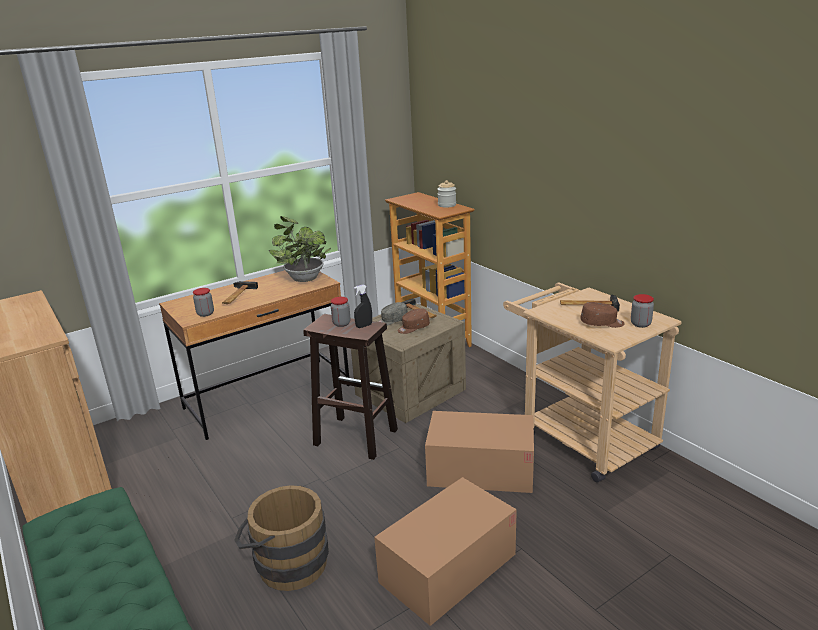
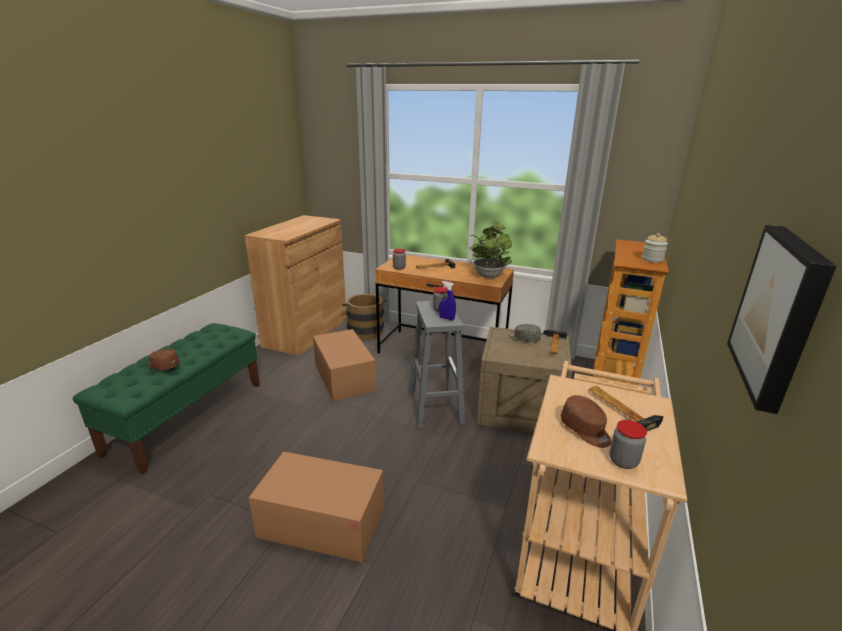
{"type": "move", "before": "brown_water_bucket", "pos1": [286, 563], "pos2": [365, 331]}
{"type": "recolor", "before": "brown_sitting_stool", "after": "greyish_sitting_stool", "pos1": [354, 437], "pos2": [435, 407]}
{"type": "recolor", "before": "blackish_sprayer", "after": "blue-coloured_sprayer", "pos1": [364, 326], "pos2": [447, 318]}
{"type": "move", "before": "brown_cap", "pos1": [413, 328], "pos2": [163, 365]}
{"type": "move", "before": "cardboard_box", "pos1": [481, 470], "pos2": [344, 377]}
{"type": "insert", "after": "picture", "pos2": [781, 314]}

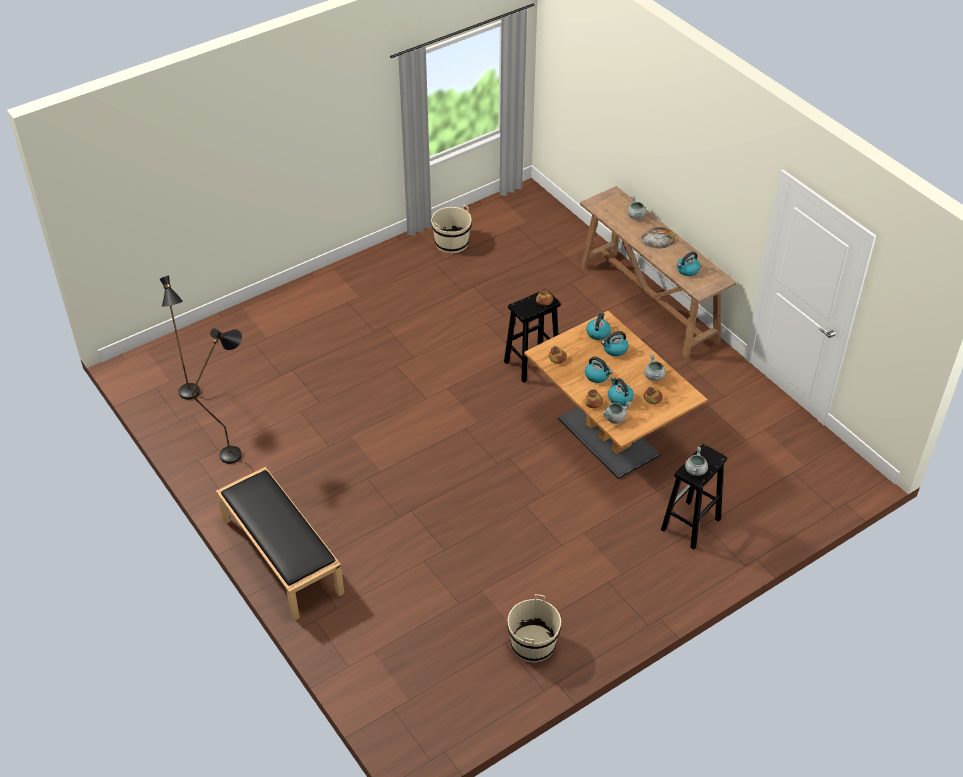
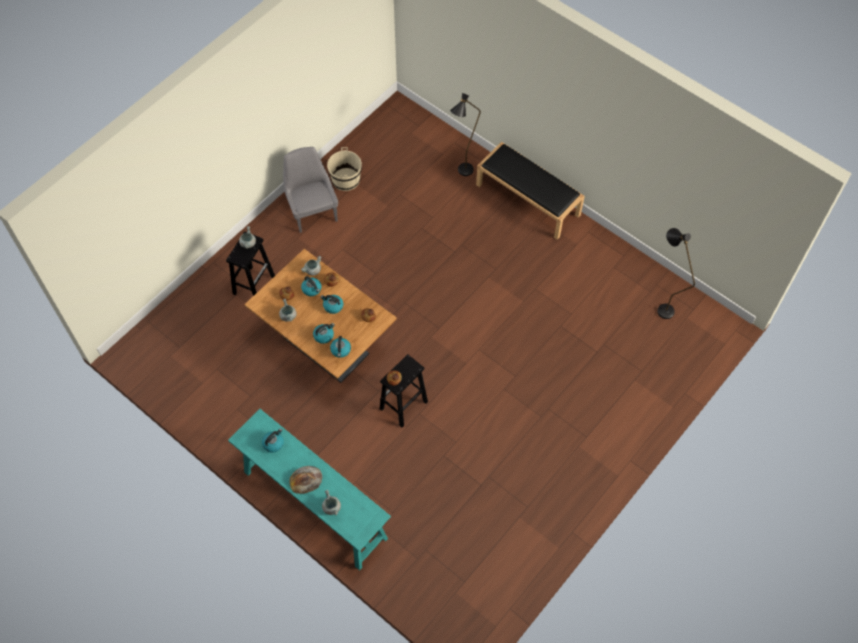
{"type": "move", "before": "blackish_floor_lamp", "pos1": [237, 451], "pos2": [462, 174]}
{"type": "delete", "before": "beige-coloured_water_bucket", "pos1": [452, 243]}
{"type": "recolor", "before": "brown_narrow_table", "after": "turquoise_narrow_table", "pos1": [649, 303], "pos2": [314, 504]}
{"type": "insert", "after": "greyish_upright_chair", "pos2": [313, 212]}

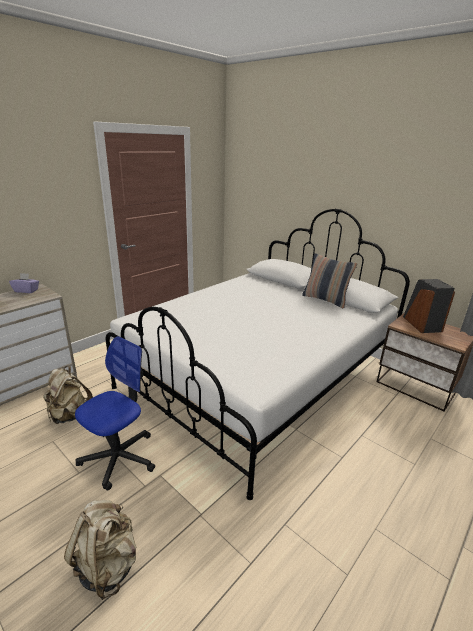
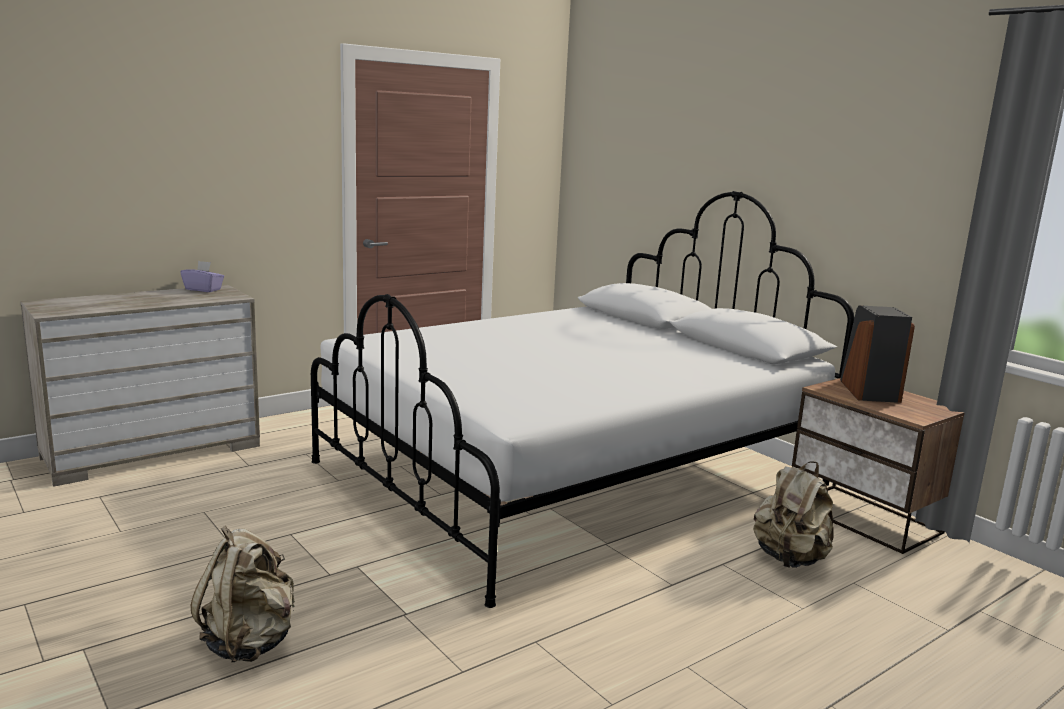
{"type": "move", "before": "beige-coloured_knapsack", "pos1": [69, 415], "pos2": [790, 559]}
{"type": "delete", "before": "desk_chair", "pos1": [119, 457]}
{"type": "delete", "before": "throw_pillow", "pos1": [325, 300]}

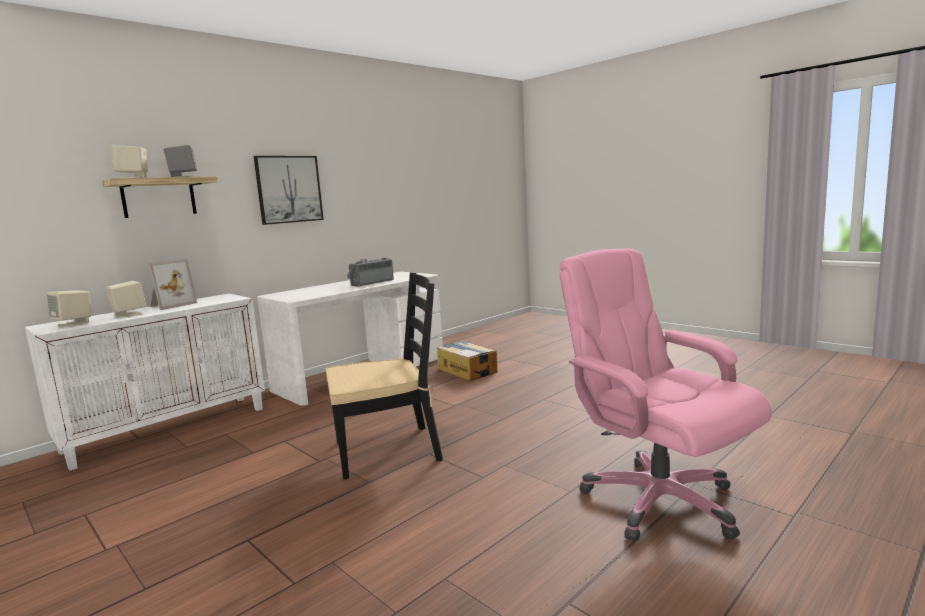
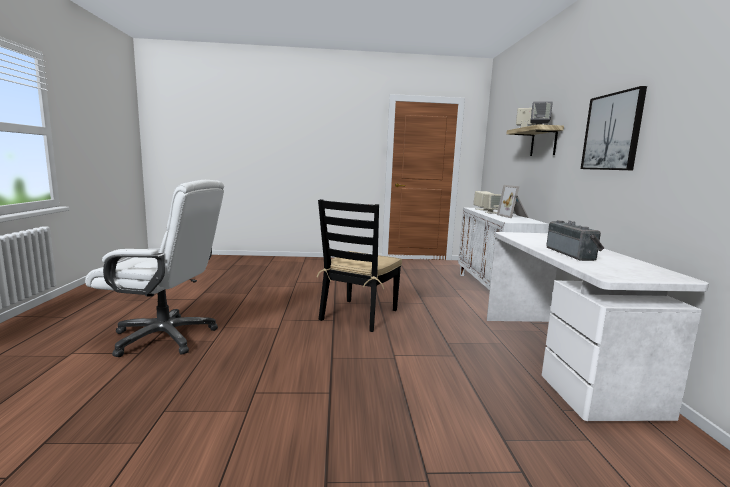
{"type": "delete", "before": "cardboard_box", "pos1": [467, 370]}
{"type": "recolor", "before": "pink-coloured_desk_chair", "after": "white-coloured_desk_chair", "pos1": [658, 500], "pos2": [165, 337]}

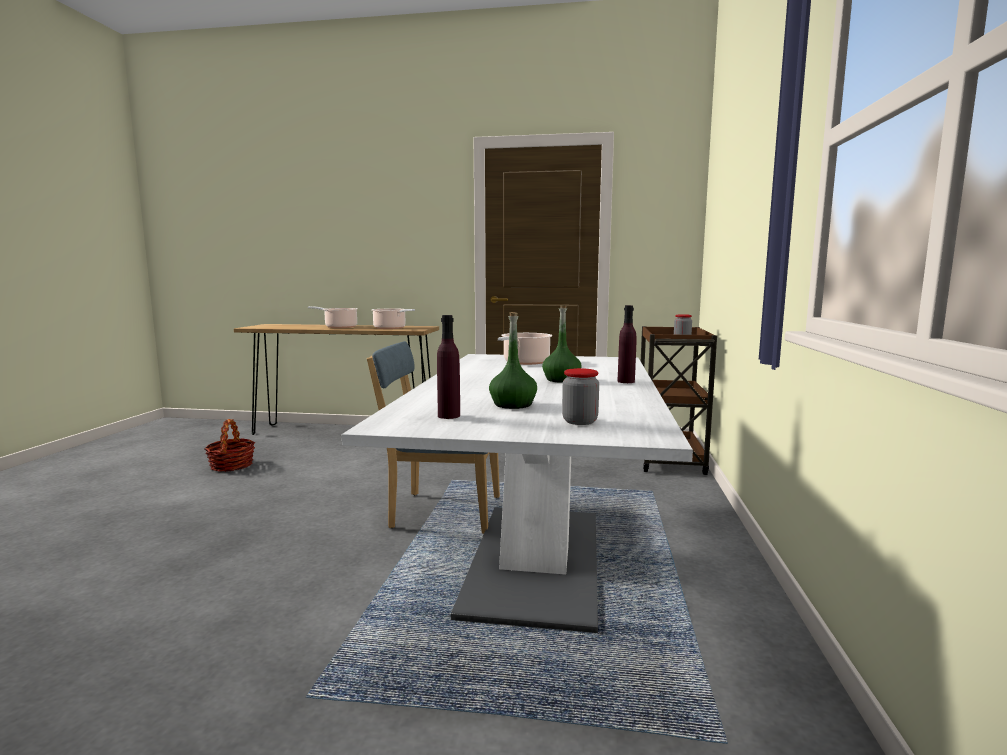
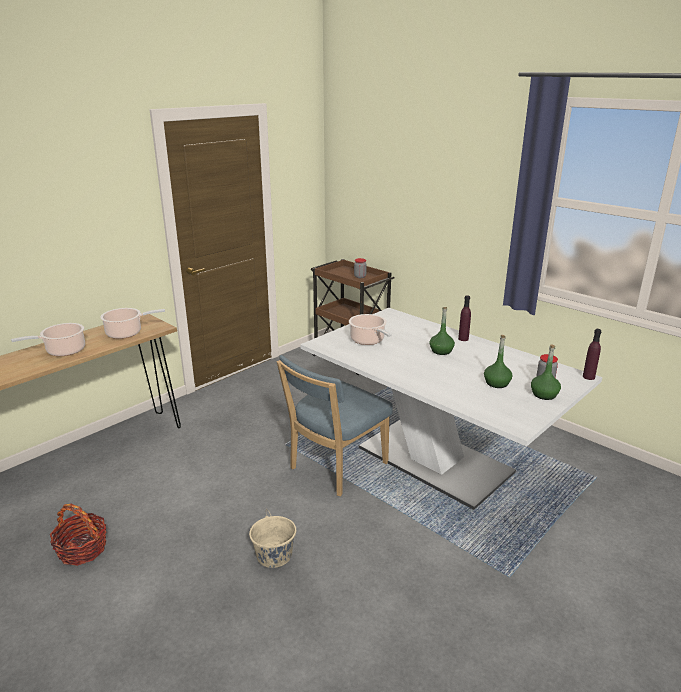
{"type": "move", "before": "purple-coloured_beverage_bottle", "pos1": [449, 416], "pos2": [588, 377]}
{"type": "insert", "after": "beige-coloured_water_bucket", "pos2": [274, 555]}
{"type": "insert", "after": "green-coloured_beverage_bottle", "pos2": [544, 394]}

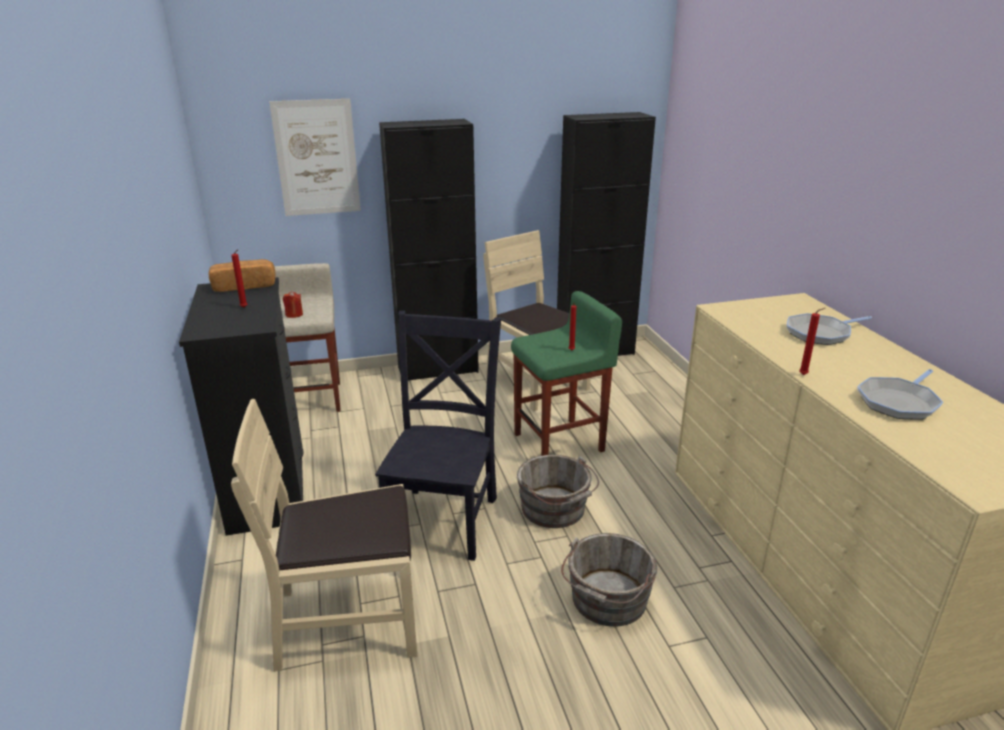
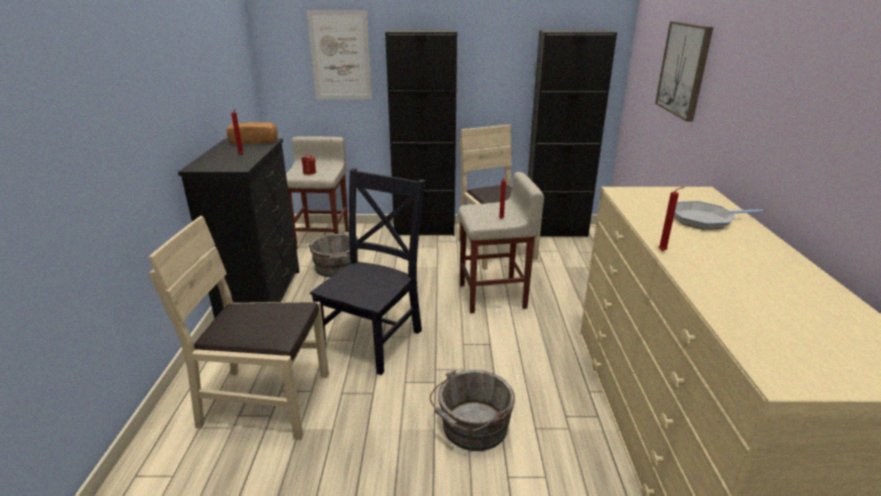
{"type": "recolor", "before": "green-coloured_sitting_stool", "after": "beige-coloured_sitting_stool", "pos1": [560, 442], "pos2": [493, 296]}
{"type": "move", "before": "greyish_water_bucket", "pos1": [555, 510], "pos2": [337, 268]}
{"type": "delete", "before": "pan", "pos1": [899, 402]}
{"type": "insert", "after": "picture", "pos2": [684, 69]}

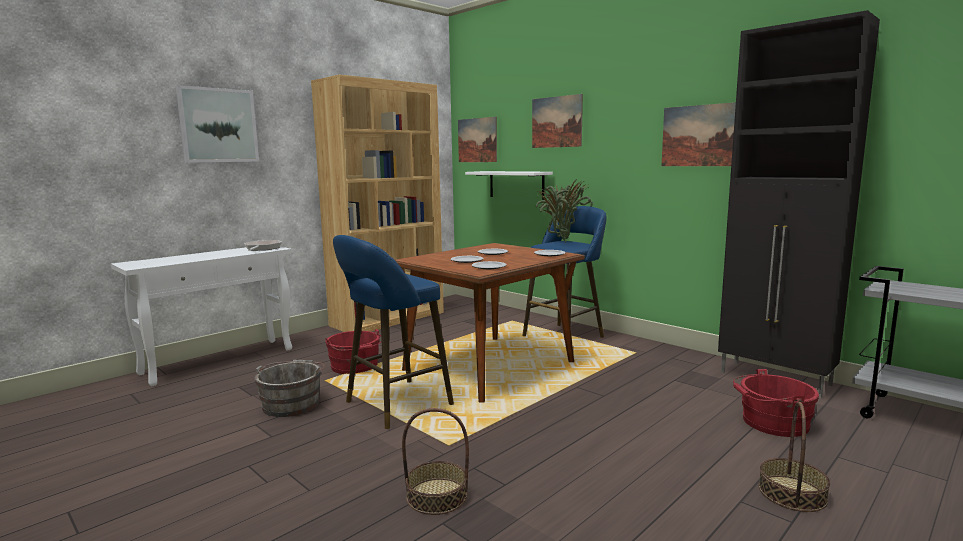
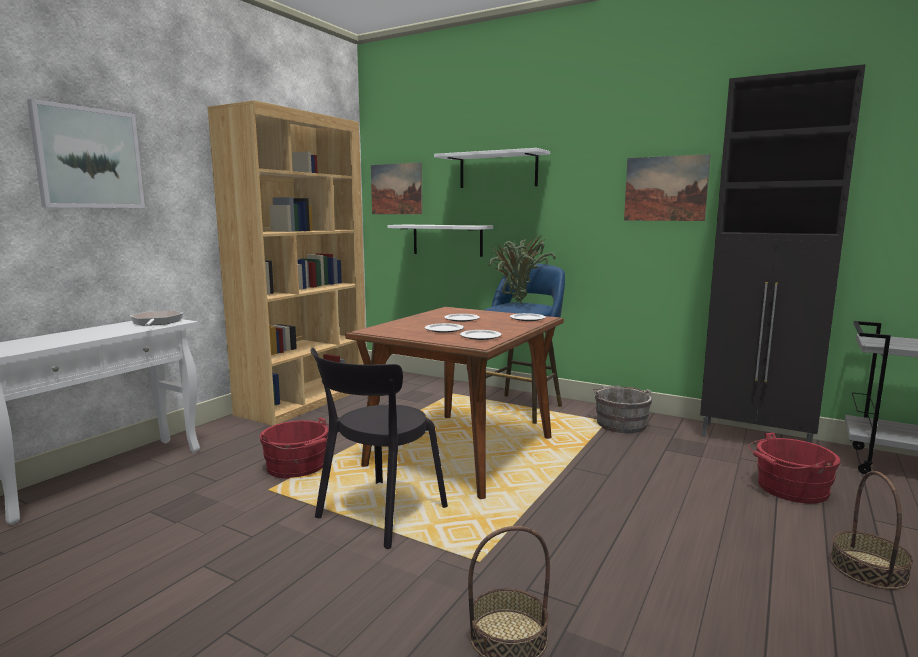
{"type": "move", "before": "greyish_water_bucket", "pos1": [292, 403], "pos2": [620, 423]}
{"type": "replace", "before": "blue-coloured_sitting_stool", "after": "blackish_upright_chair", "pos1": [393, 405], "pos2": [378, 514]}
{"type": "replace", "before": "picture", "after": "white-coloured_shelf", "pos1": [556, 122], "pos2": [498, 170]}

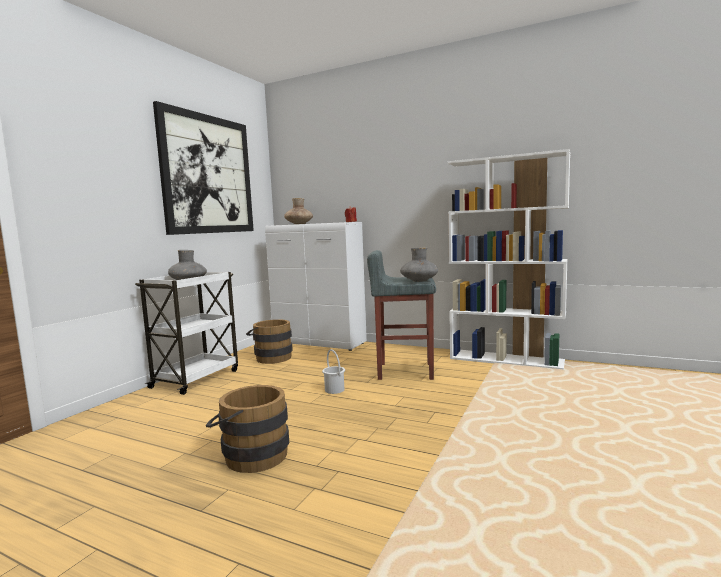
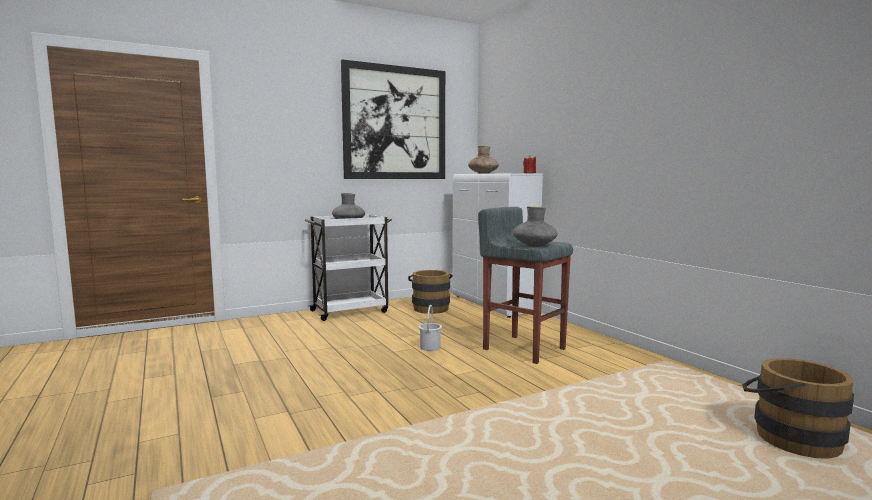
{"type": "move", "before": "brown_water_bucket", "pos1": [250, 456], "pos2": [788, 438]}
{"type": "delete", "before": "white-coloured_shelving_unit", "pos1": [506, 359]}

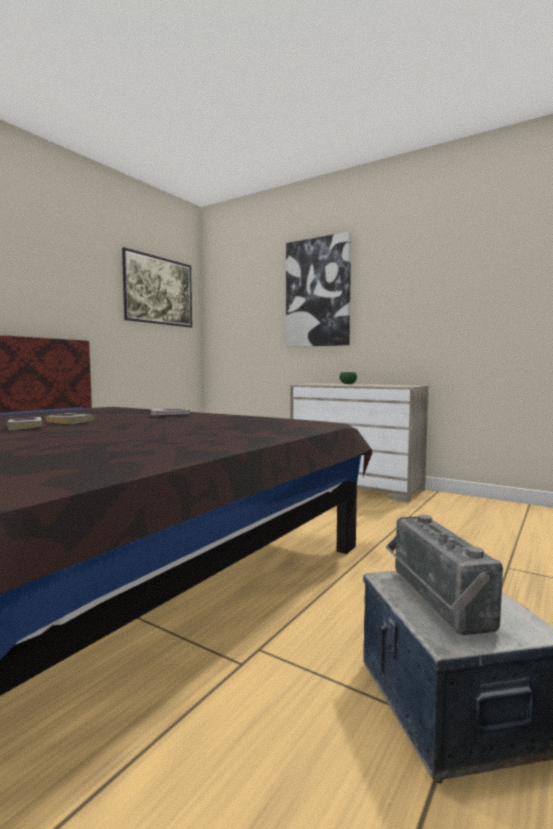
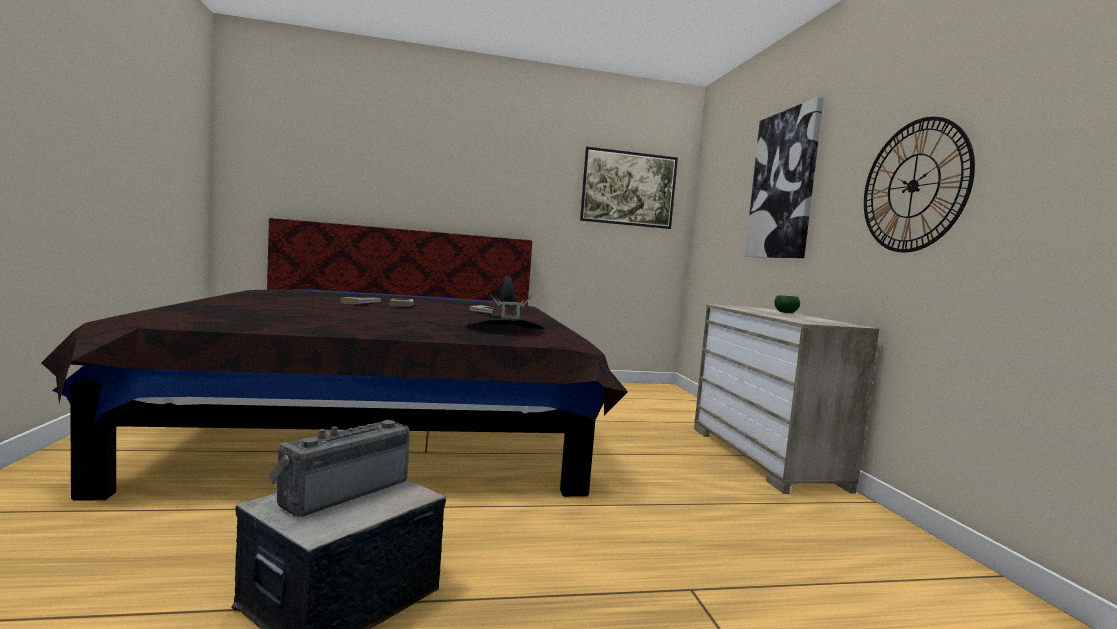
{"type": "insert", "after": "blackish_wearable_hat", "pos2": [504, 328]}
{"type": "insert", "after": "clock_on_the_wall", "pos2": [913, 186]}

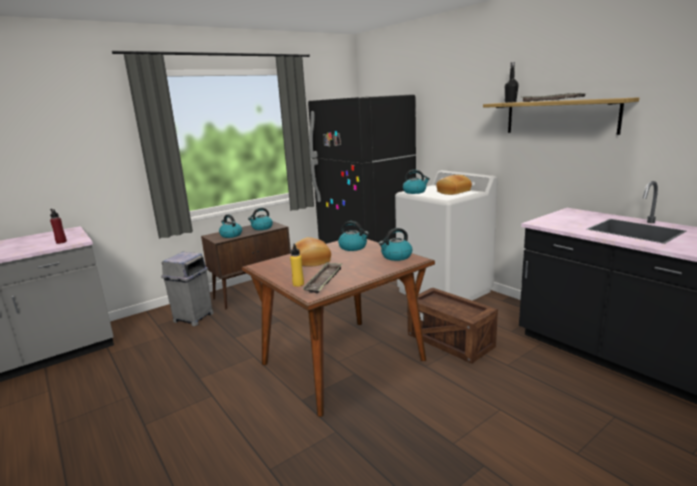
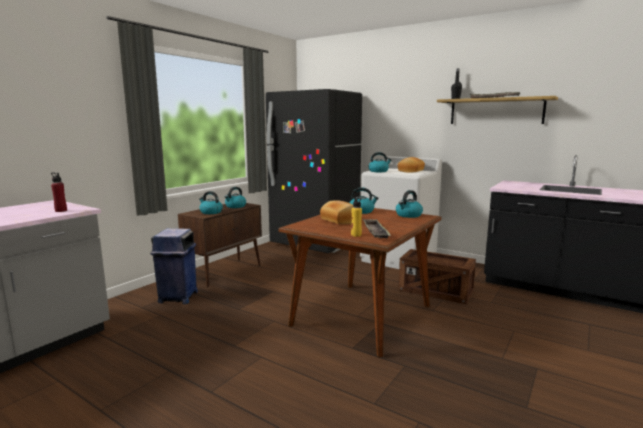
{"type": "recolor", "before": "greyish_rubbish_bin", "after": "blue-coloured_rubbish_bin", "pos1": [193, 318], "pos2": [177, 297]}

